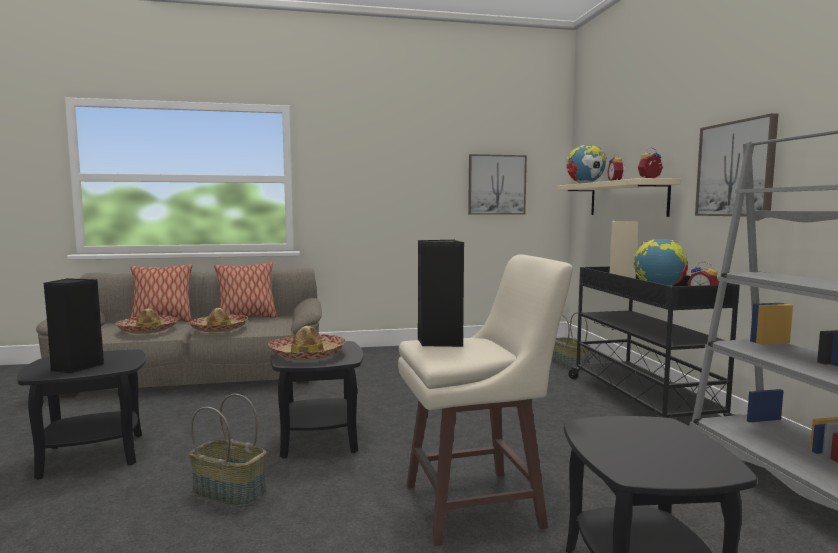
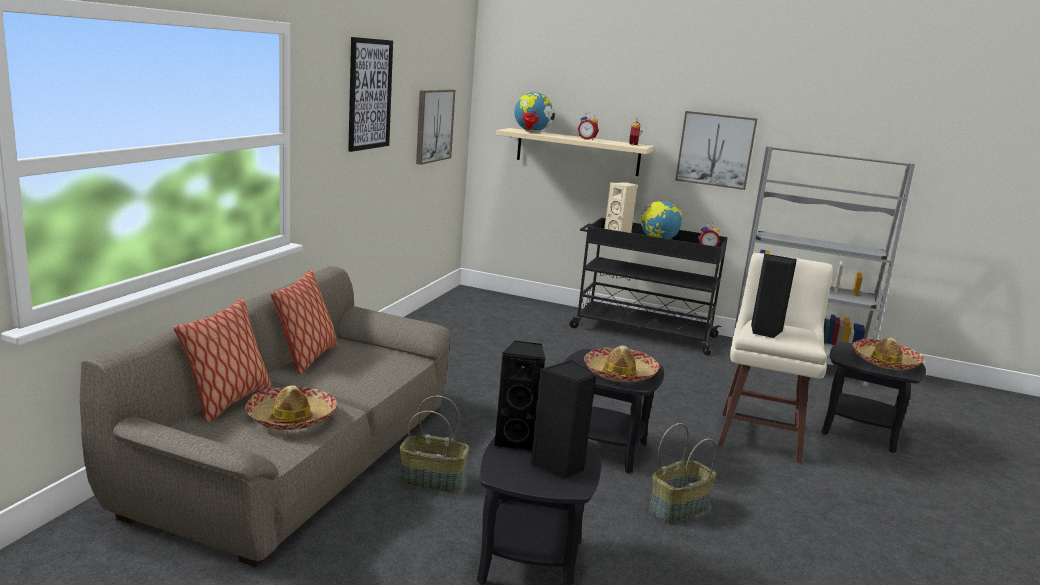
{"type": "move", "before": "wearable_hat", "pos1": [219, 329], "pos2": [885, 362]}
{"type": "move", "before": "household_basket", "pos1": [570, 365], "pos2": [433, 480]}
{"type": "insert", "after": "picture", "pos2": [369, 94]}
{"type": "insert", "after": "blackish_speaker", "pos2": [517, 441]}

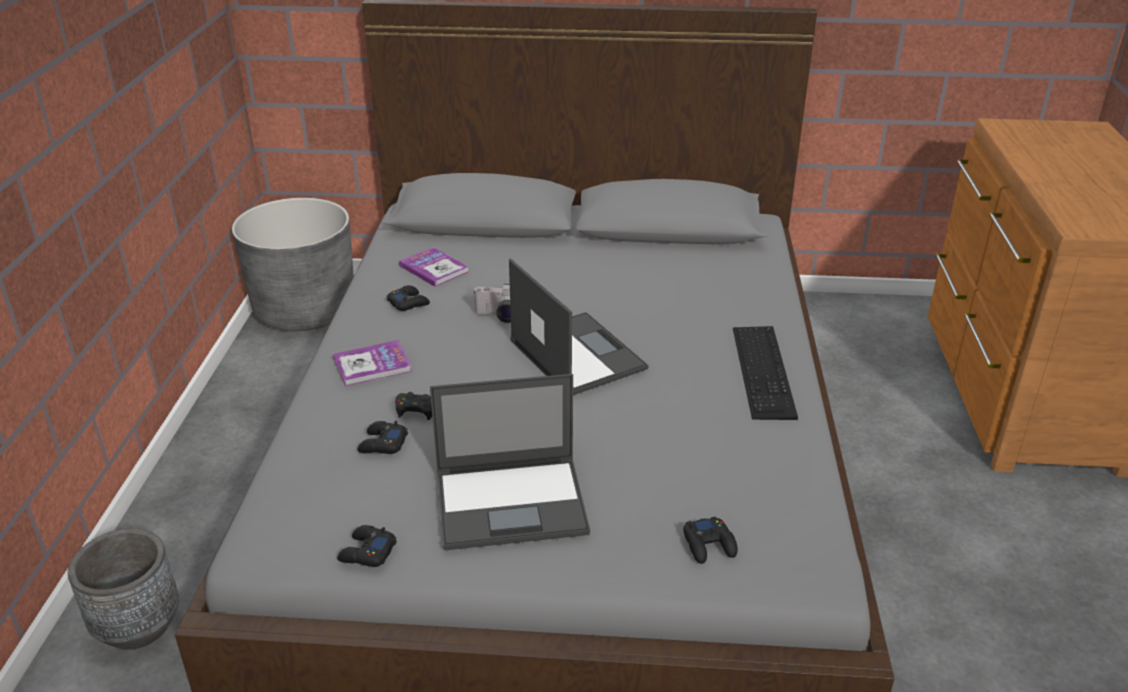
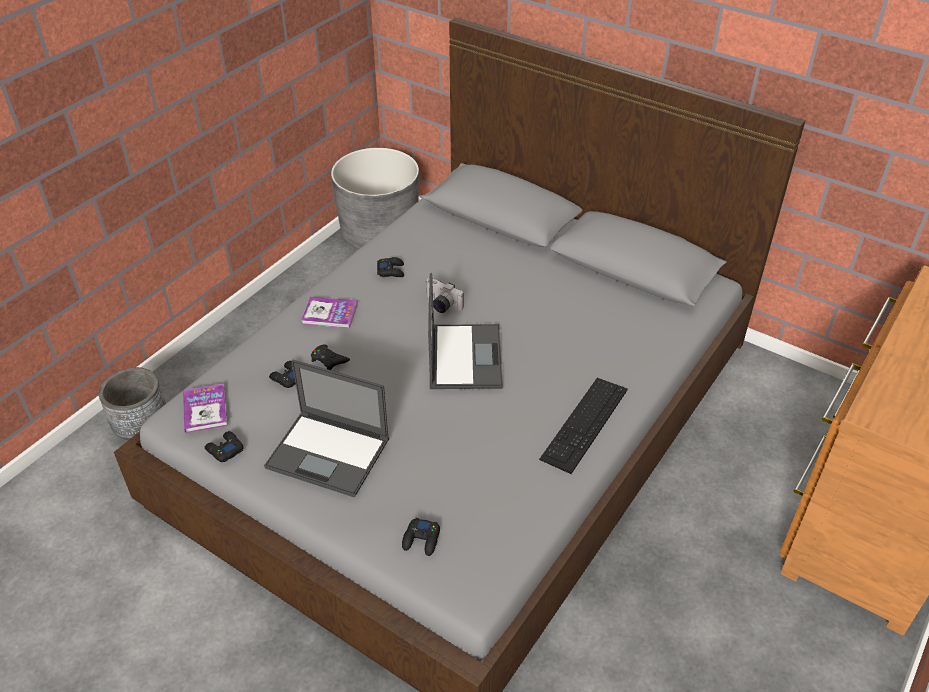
{"type": "move", "before": "book", "pos1": [434, 269], "pos2": [205, 409]}

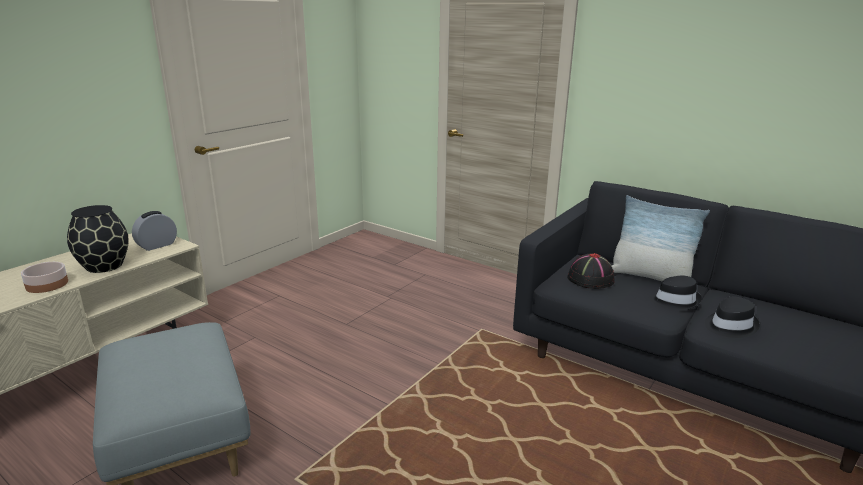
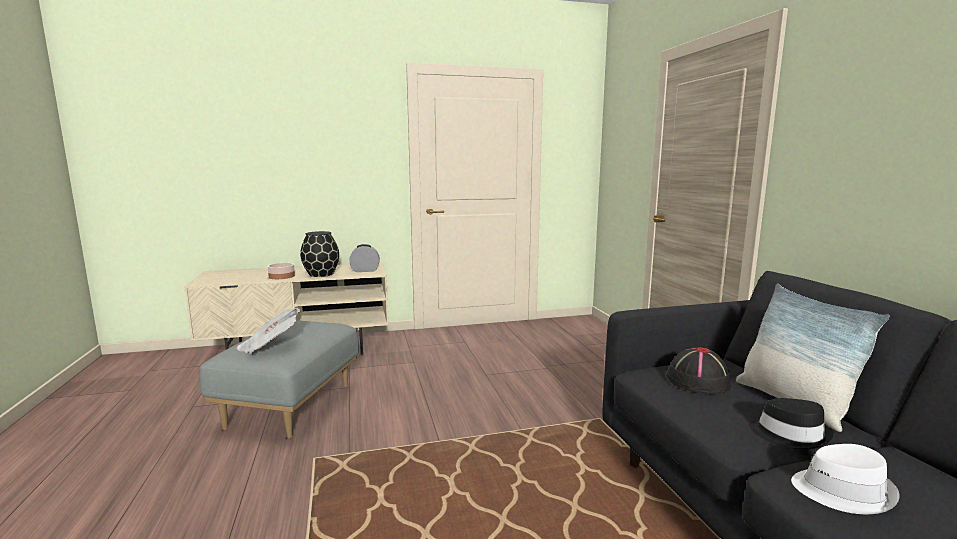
{"type": "recolor", "before": "blackish_wearable_hat", "after": "white-coloured_wearable_hat", "pos1": [729, 325], "pos2": [841, 490]}
{"type": "insert", "after": "newspaper", "pos2": [269, 346]}

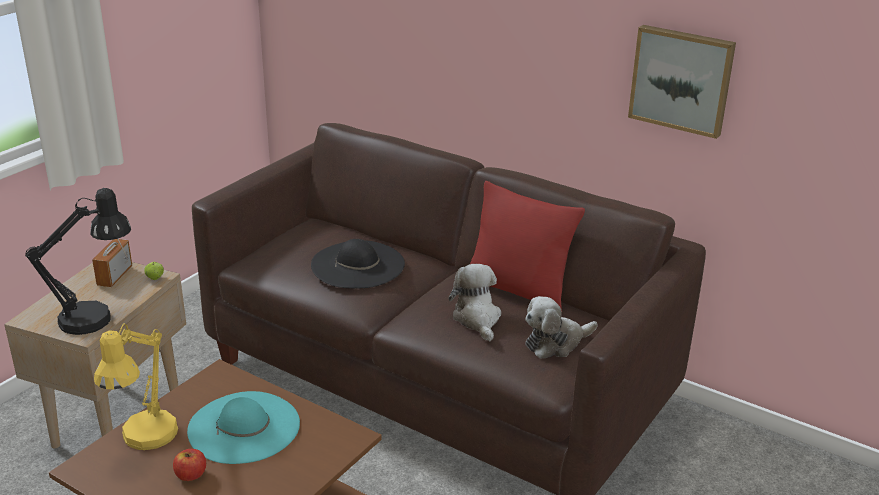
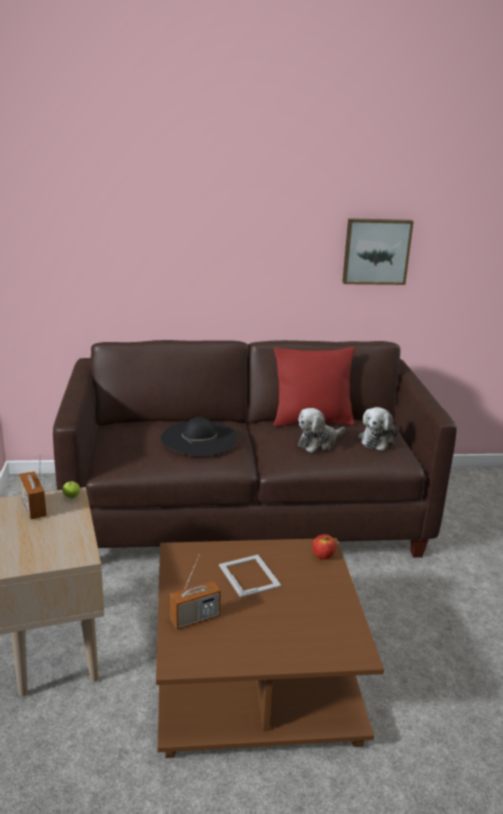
{"type": "delete", "before": "blackish_tabletop_lamp", "pos1": [96, 318]}
{"type": "replace", "before": "yellow-coloured_tabletop_lamp", "after": "radio", "pos1": [145, 440], "pos2": [195, 618]}
{"type": "move", "before": "apple_fruit", "pos1": [191, 475], "pos2": [323, 555]}
{"type": "replace", "before": "turquoise_wearable_hat", "after": "picture_frame", "pos1": [244, 427], "pos2": [249, 575]}
{"type": "rotate", "before": "cuddly_toy", "pos1": [477, 319], "pos2": [318, 443], "turn": -75}

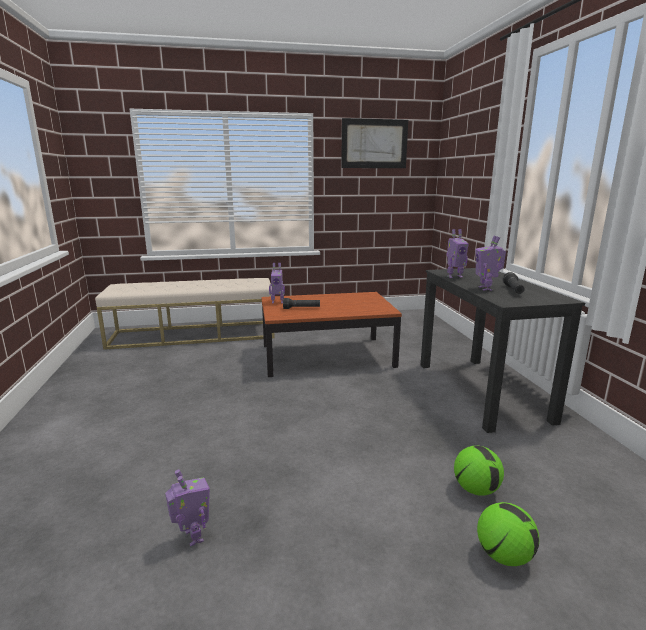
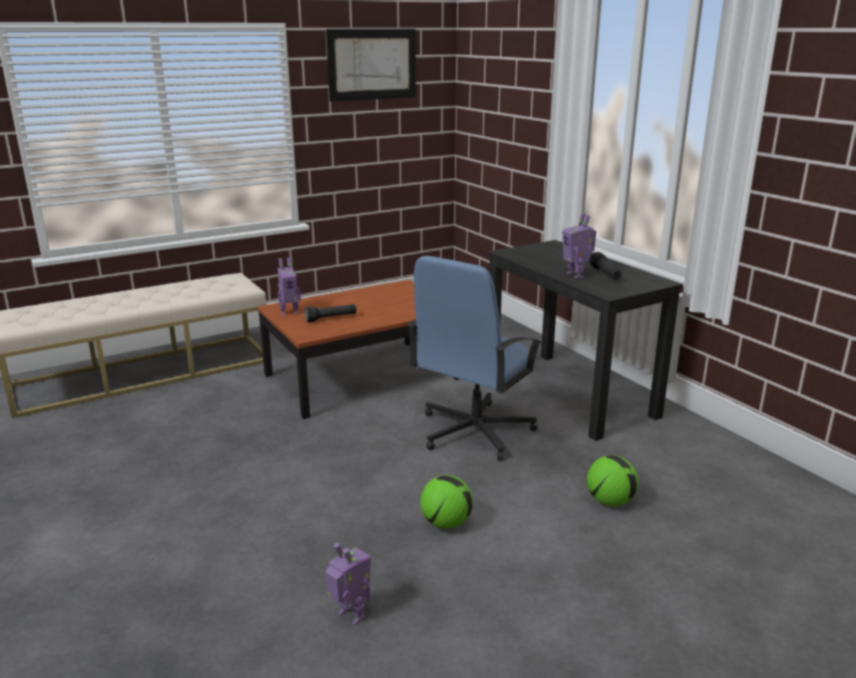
{"type": "delete", "before": "toy_robot", "pos1": [454, 276]}
{"type": "move", "before": "ball_for_football", "pos1": [504, 556], "pos2": [446, 523]}
{"type": "insert", "after": "blue-coloured_desk_chair", "pos2": [473, 431]}

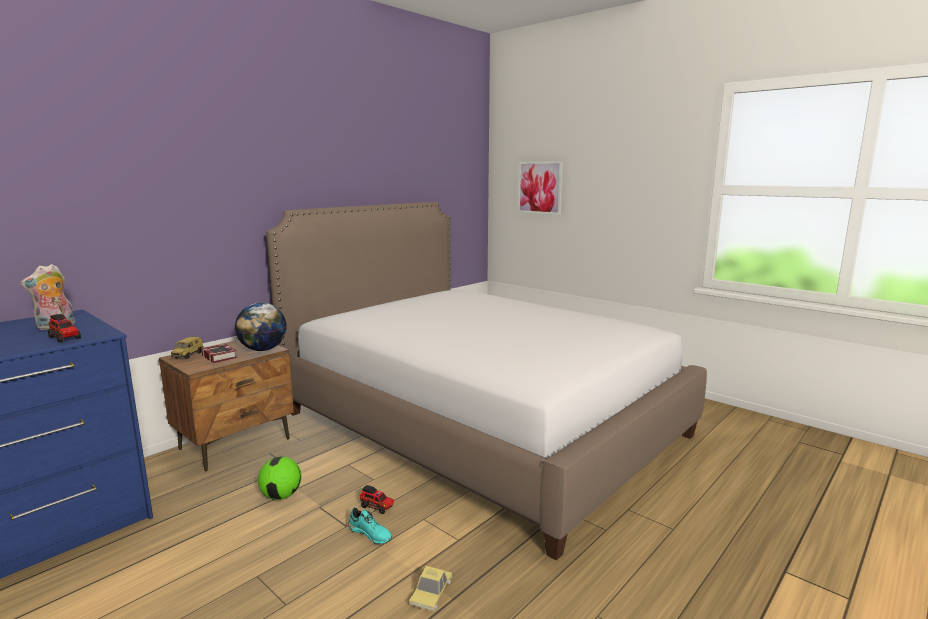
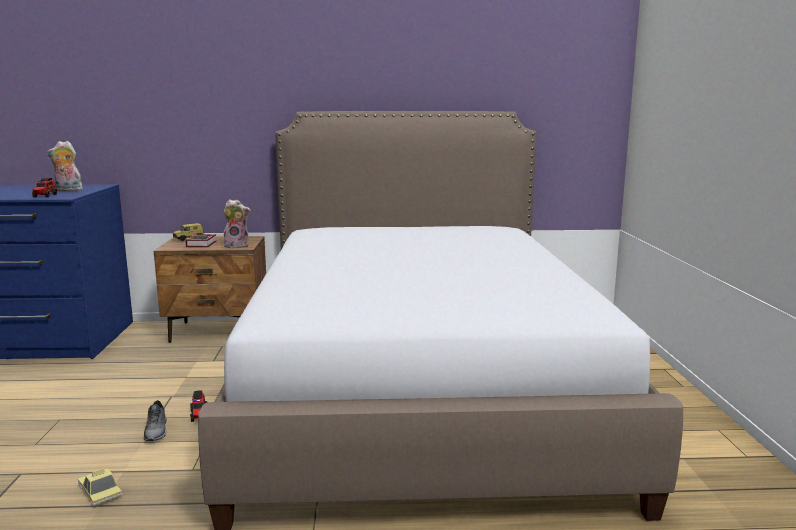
{"type": "replace", "before": "globe", "after": "cuddly_toy", "pos1": [263, 349], "pos2": [237, 246]}
{"type": "delete", "before": "ball_for_football", "pos1": [281, 496]}
{"type": "recolor", "before": "turquoise_shoe", "after": "greyish_shoe", "pos1": [371, 534], "pos2": [157, 431]}
{"type": "rotate", "before": "miniature_car", "pos1": [431, 592], "pos2": [100, 491], "turn": 75}
{"type": "delete", "before": "picture", "pos1": [540, 187]}

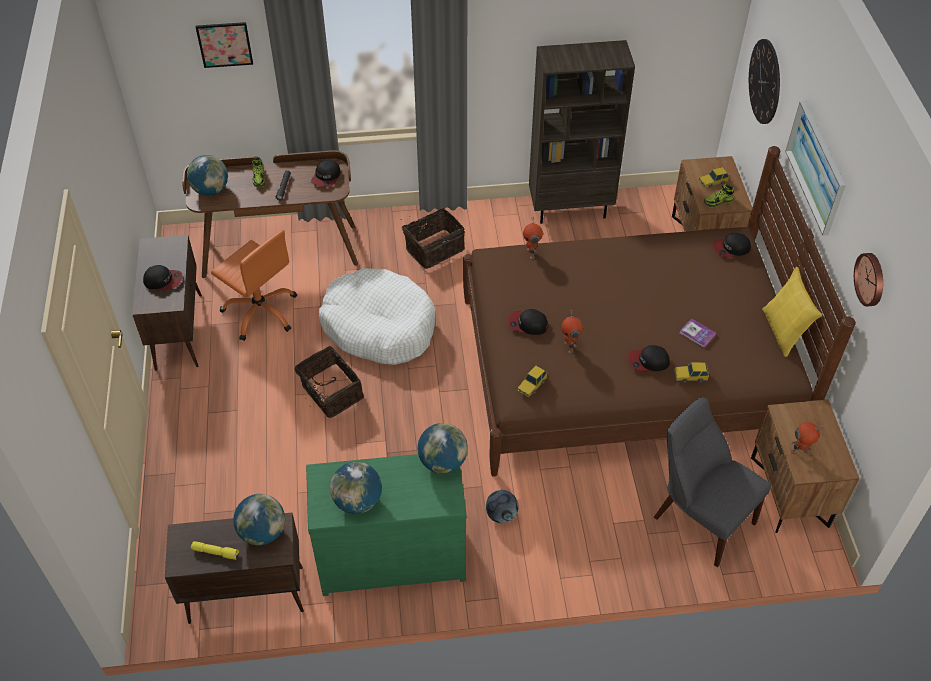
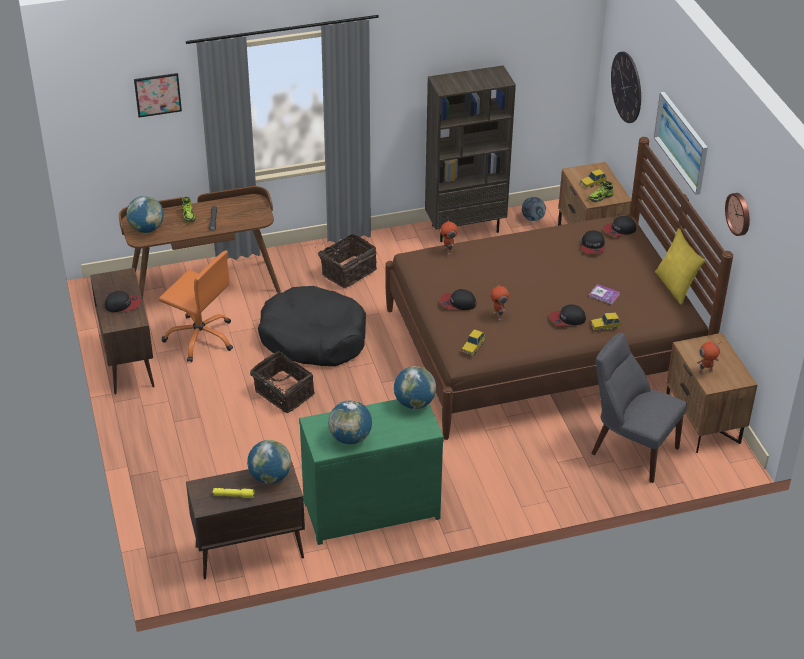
{"type": "move", "before": "cap", "pos1": [326, 177], "pos2": [592, 246]}
{"type": "recolor", "before": "white-coloured_dog_bed", "after": "blackish_dog_bed", "pos1": [379, 326], "pos2": [313, 338]}
{"type": "move", "before": "ball_for_football", "pos1": [501, 515], "pos2": [532, 218]}

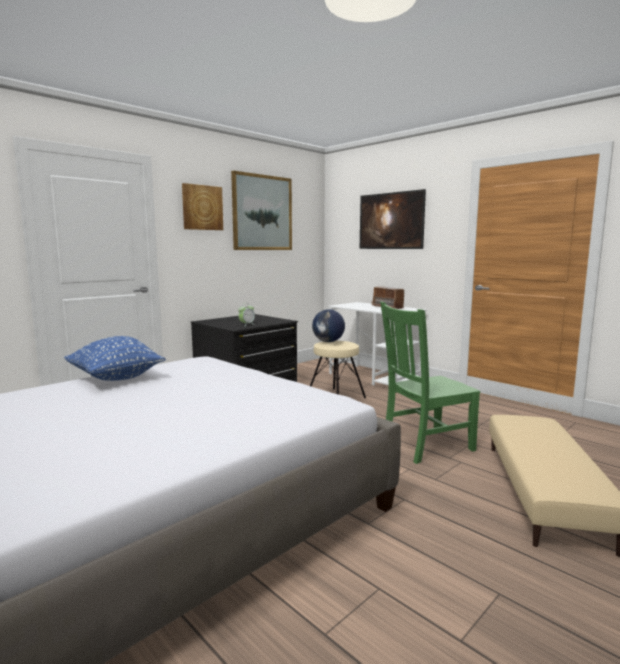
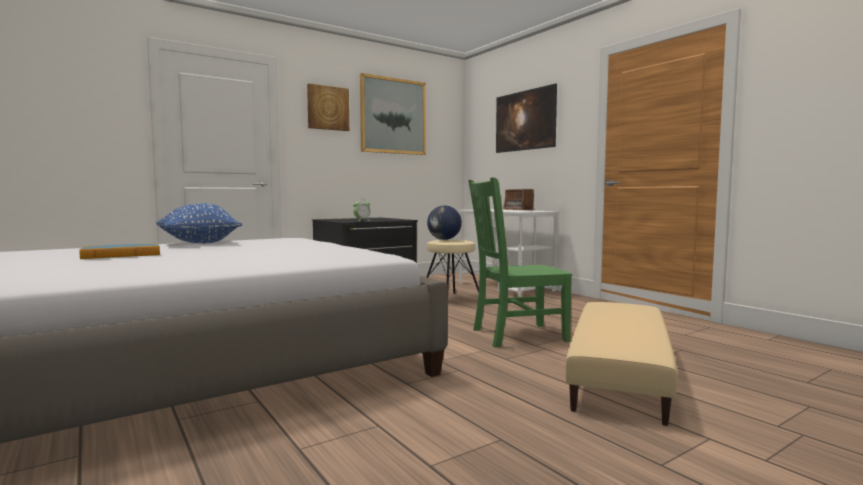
{"type": "insert", "after": "book", "pos2": [121, 254]}

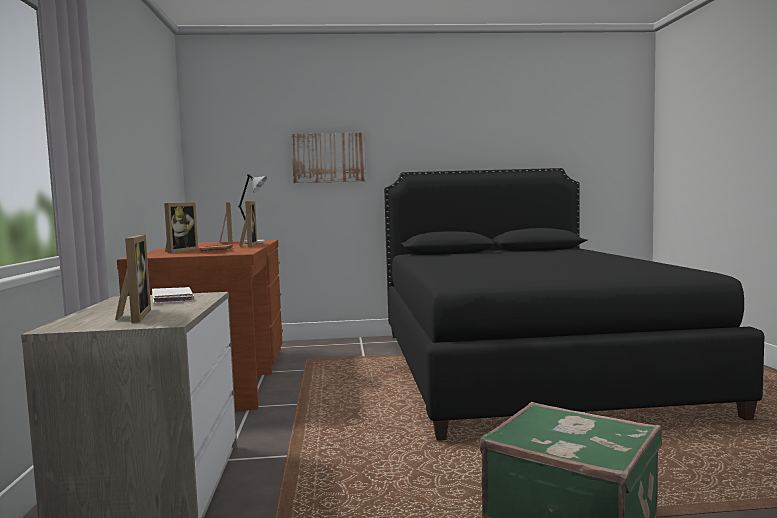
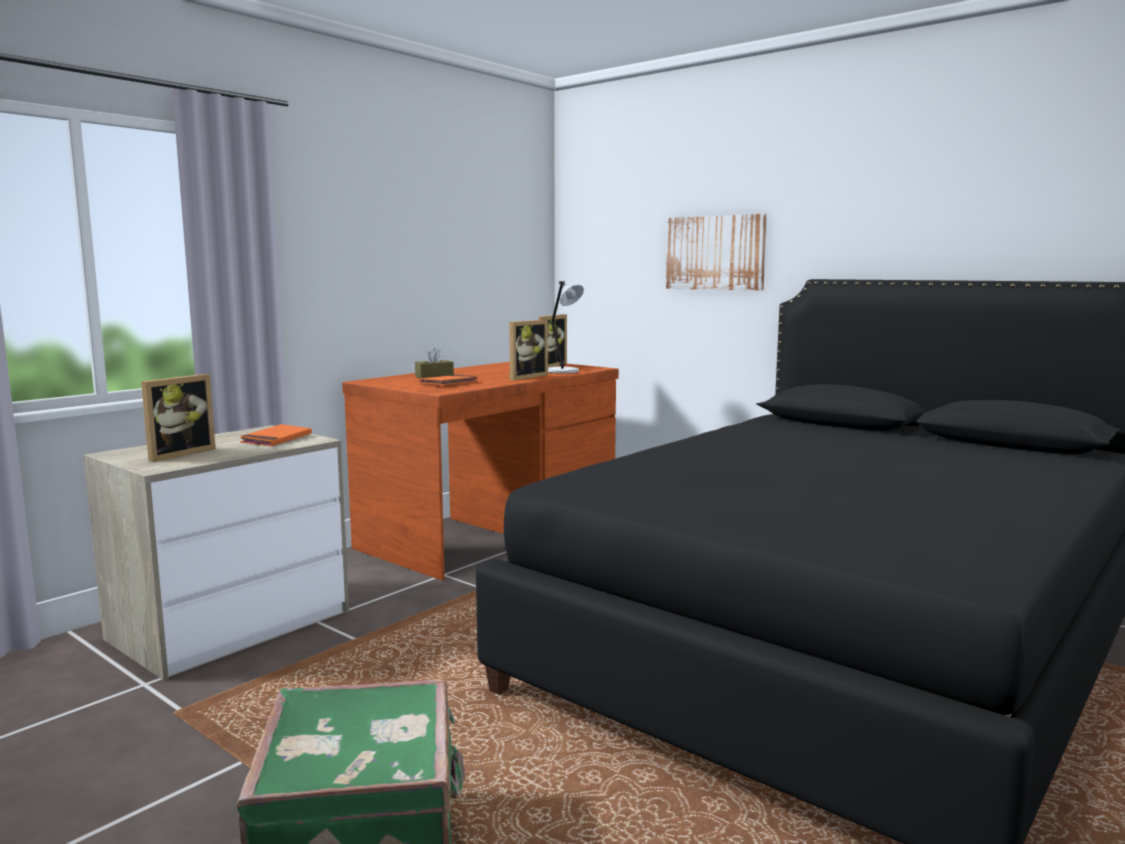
{"type": "recolor", "before": "white-coloured_book", "after": "orange-coloured_book", "pos1": [172, 299], "pos2": [276, 439]}
{"type": "replace", "before": "picture_frame", "after": "brown_box_of_tissues", "pos1": [179, 251], "pos2": [434, 376]}

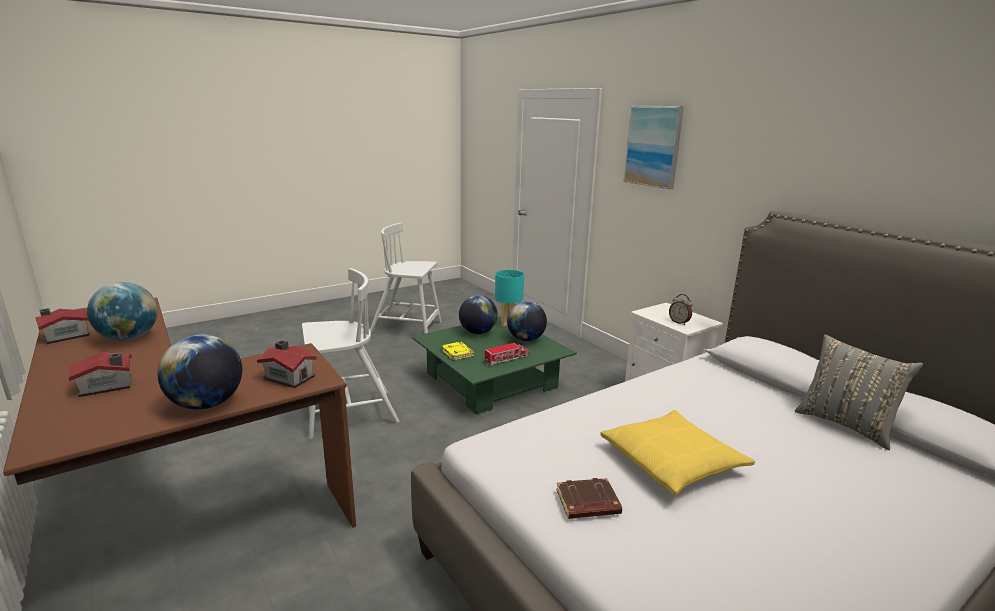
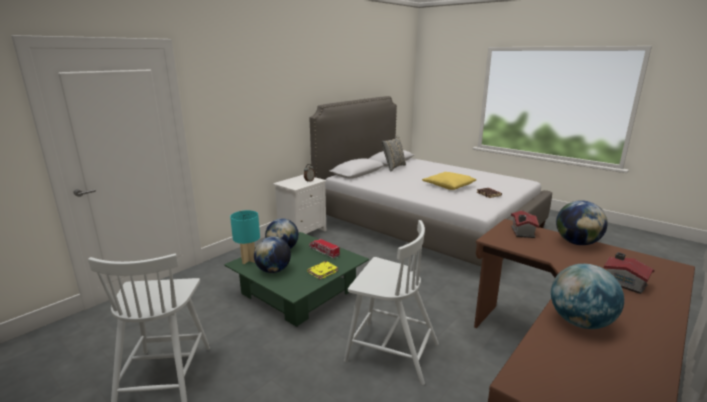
{"type": "delete", "before": "toy_house", "pos1": [65, 336]}
{"type": "rotate", "before": "white-coloured_upright_chair", "pos1": [348, 414], "pos2": [390, 351], "turn": 150}
{"type": "delete", "before": "picture", "pos1": [653, 146]}

